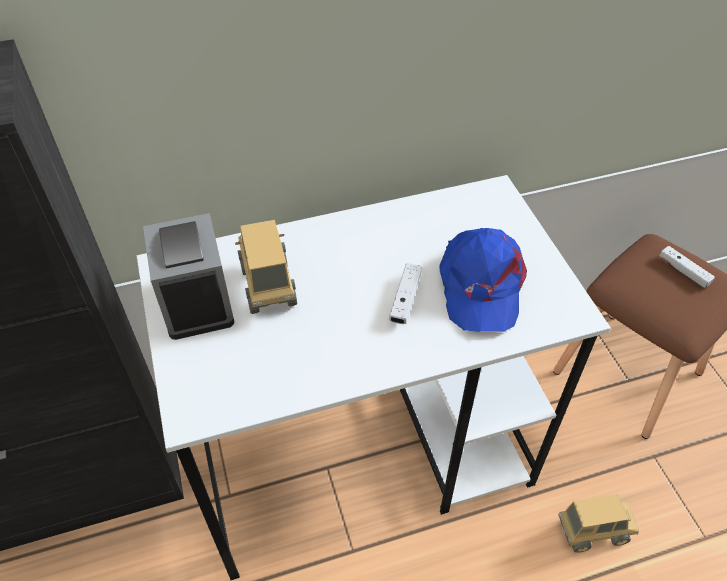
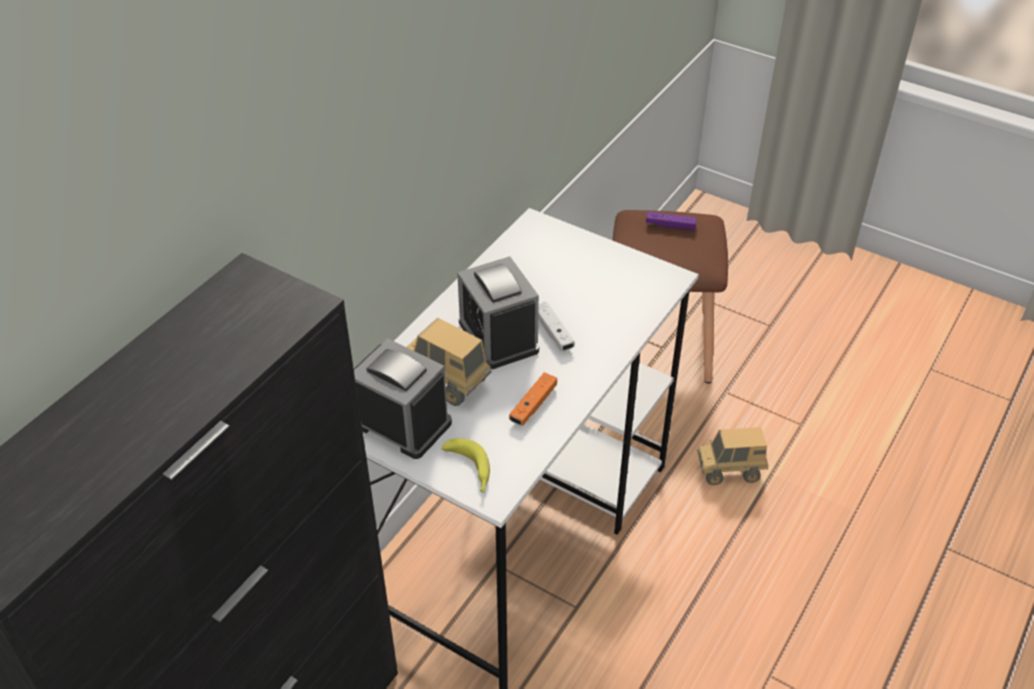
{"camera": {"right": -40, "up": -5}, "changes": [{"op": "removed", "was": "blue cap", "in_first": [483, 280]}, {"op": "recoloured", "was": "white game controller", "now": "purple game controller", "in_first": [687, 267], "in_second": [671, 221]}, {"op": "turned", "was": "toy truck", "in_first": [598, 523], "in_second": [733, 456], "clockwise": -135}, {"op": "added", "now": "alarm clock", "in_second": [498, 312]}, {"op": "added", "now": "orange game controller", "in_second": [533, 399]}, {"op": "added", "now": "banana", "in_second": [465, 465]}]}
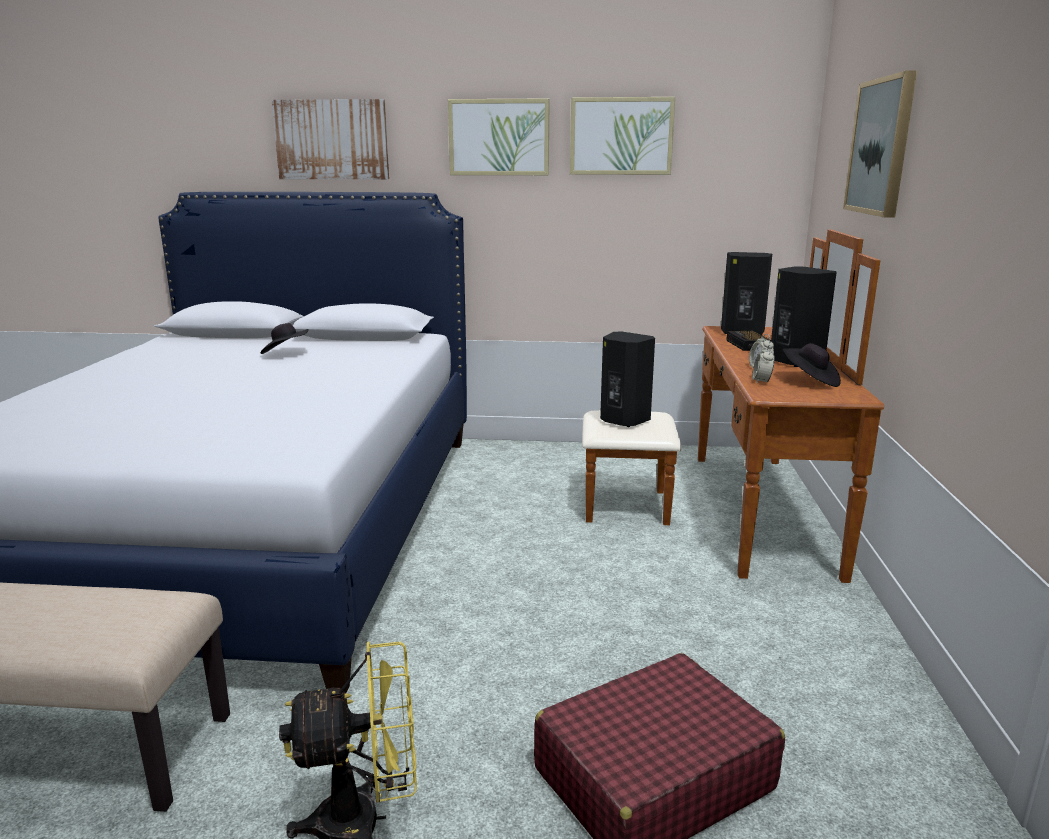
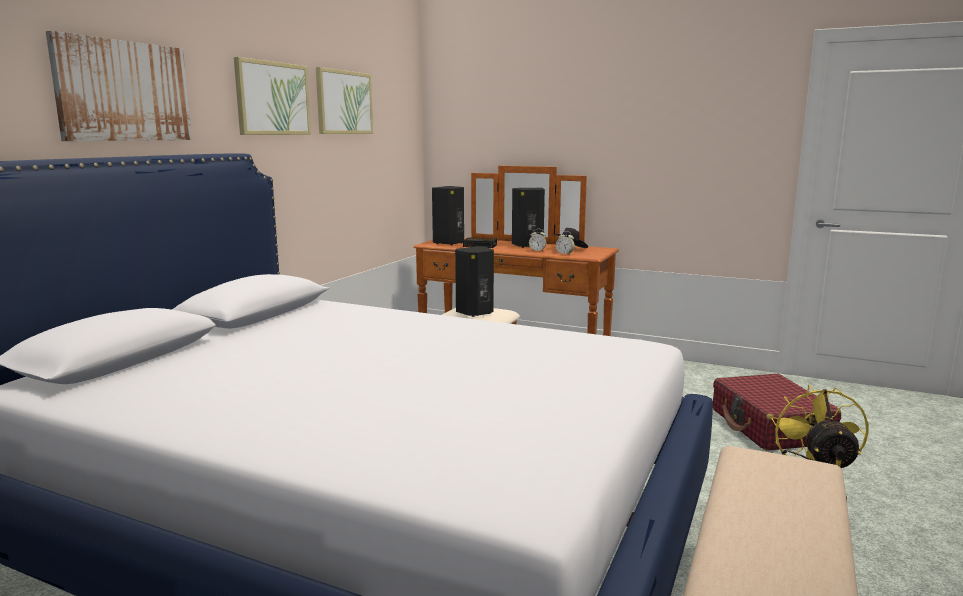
{"camera": {"right": -70, "up": -5}, "changes": [{"op": "removed", "was": "picture", "in_first": [880, 144]}, {"op": "removed", "was": "black hat", "in_first": [285, 338]}]}
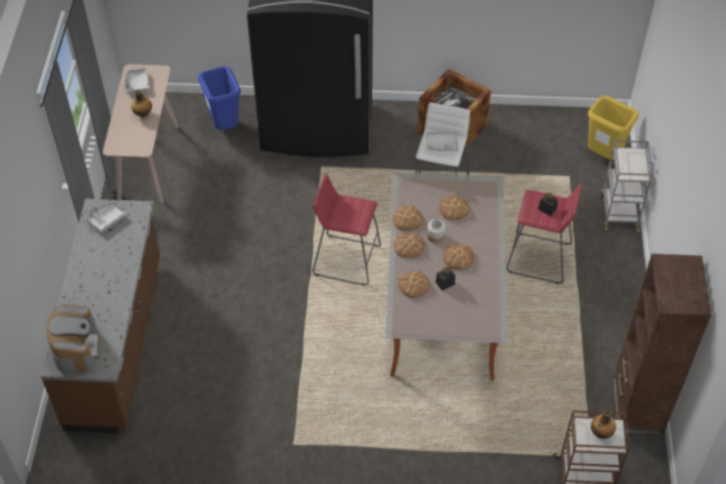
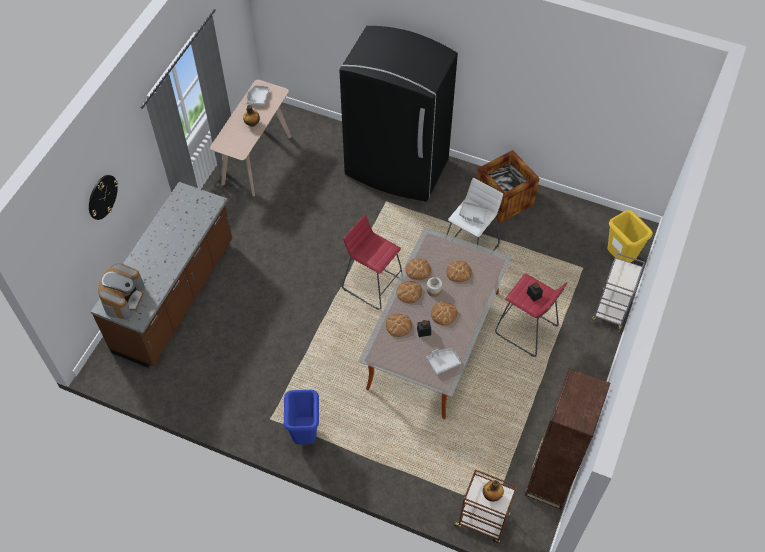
{"camera": {"right": 20, "up": 5}, "changes": [{"op": "moved", "was": "blue trash can", "in_first": [219, 98], "in_second": [301, 417]}, {"op": "moved", "was": "grey tray", "in_first": [106, 217], "in_second": [444, 362]}, {"op": "added", "now": "wall clock", "in_second": [103, 197]}]}
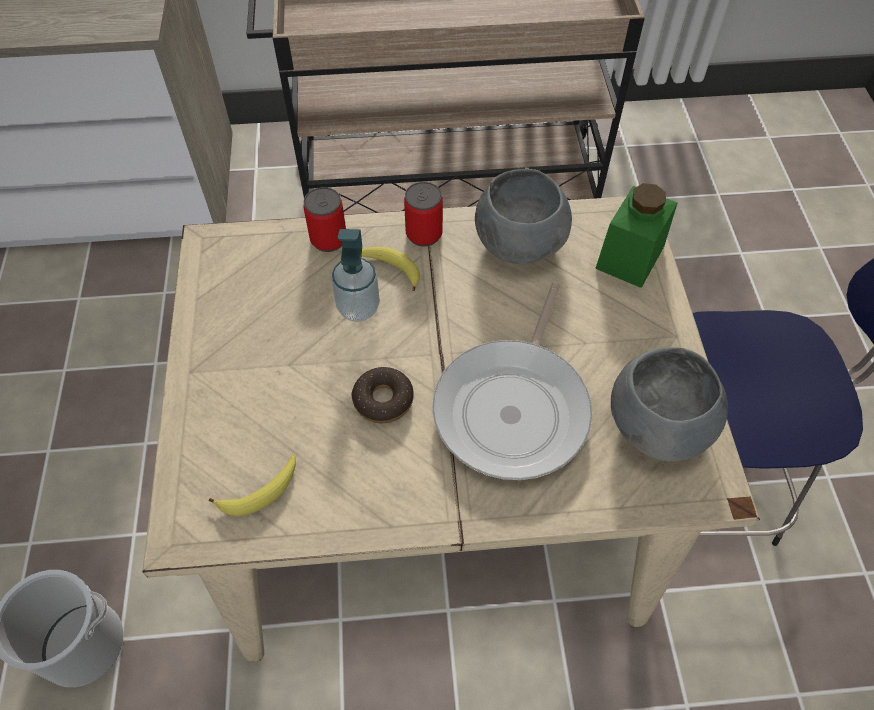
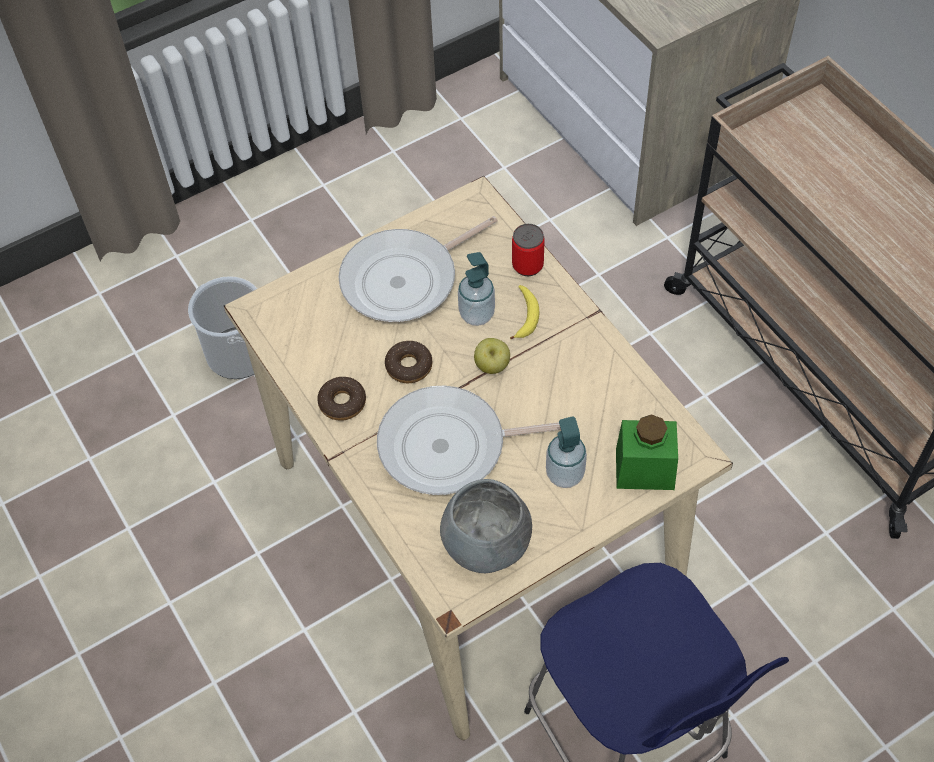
{"camera": {"right": 65, "up": 0}, "changes": [{"op": "removed", "was": "grey bowl", "in_first": [523, 216]}, {"op": "removed", "was": "can", "in_first": [423, 214]}, {"op": "removed", "was": "banana", "in_first": [252, 485]}, {"op": "added", "now": "frying pan", "in_second": [418, 269]}, {"op": "added", "now": "apple", "in_second": [492, 356]}, {"op": "added", "now": "donut", "in_second": [341, 399]}, {"op": "added", "now": "soap dispenser", "in_second": [566, 452]}]}
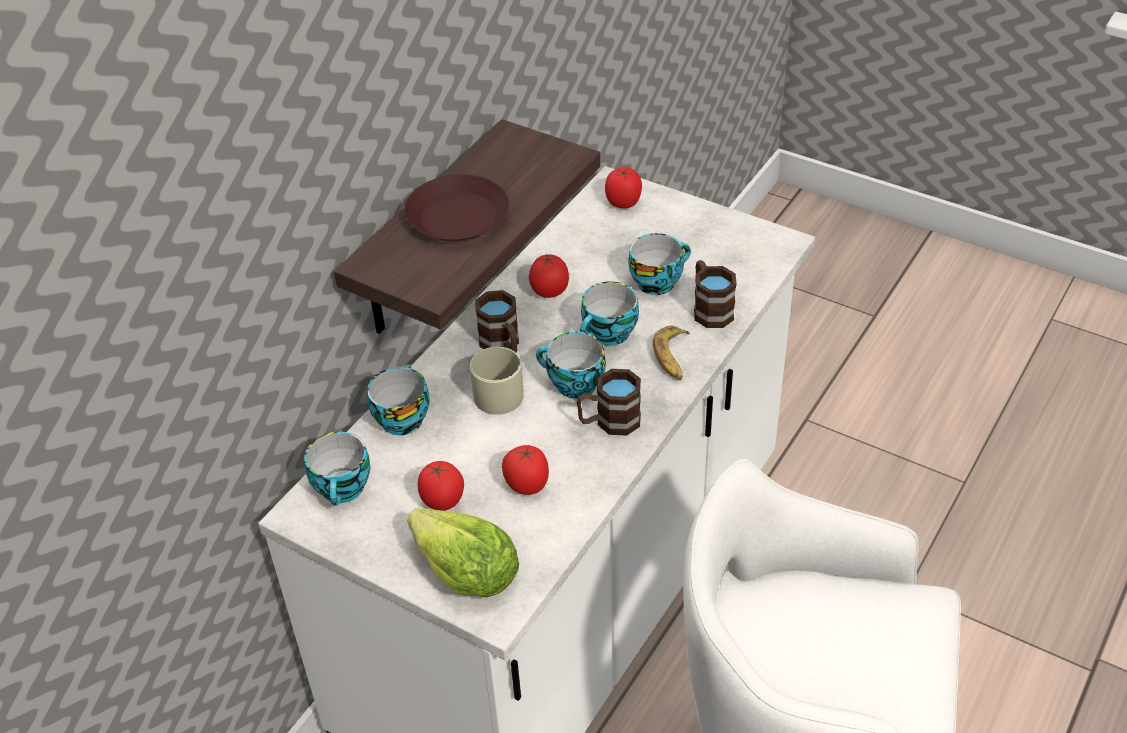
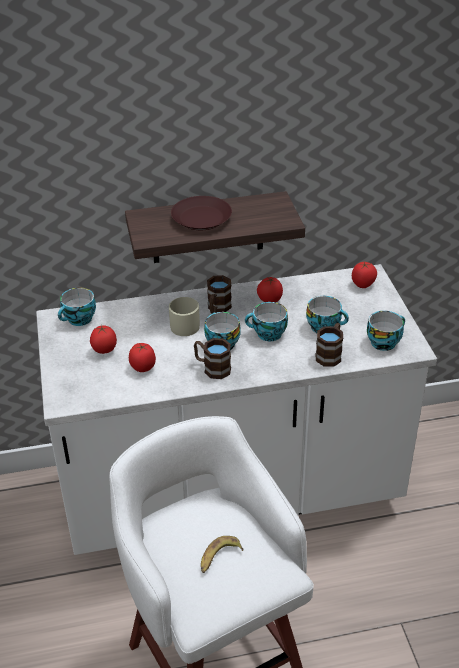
{"camera": {"right": 45, "up": -5}, "changes": [{"op": "moved", "was": "banana", "in_first": [671, 352], "in_second": [222, 554]}, {"op": "moved", "was": "cup", "in_first": [398, 400], "in_second": [386, 331]}, {"op": "removed", "was": "lettuce", "in_first": [463, 552]}]}
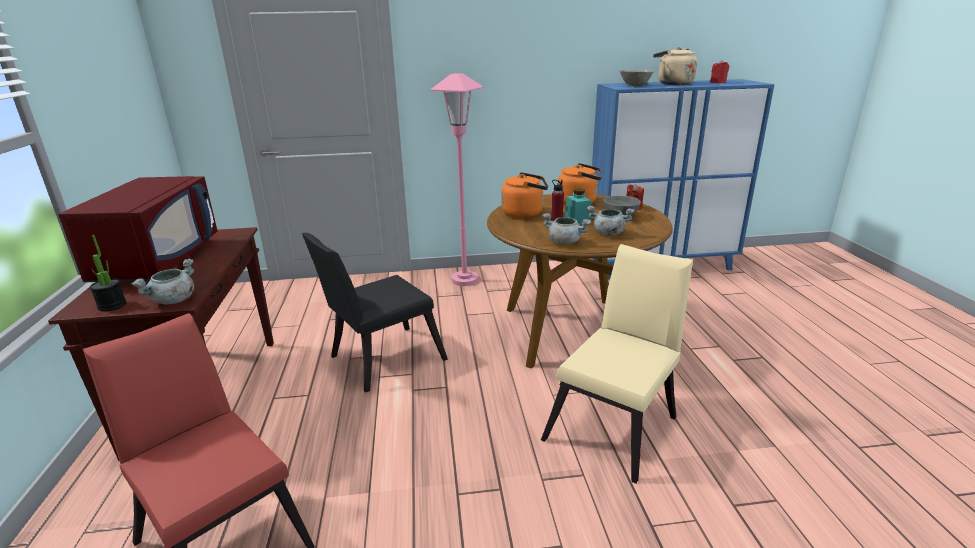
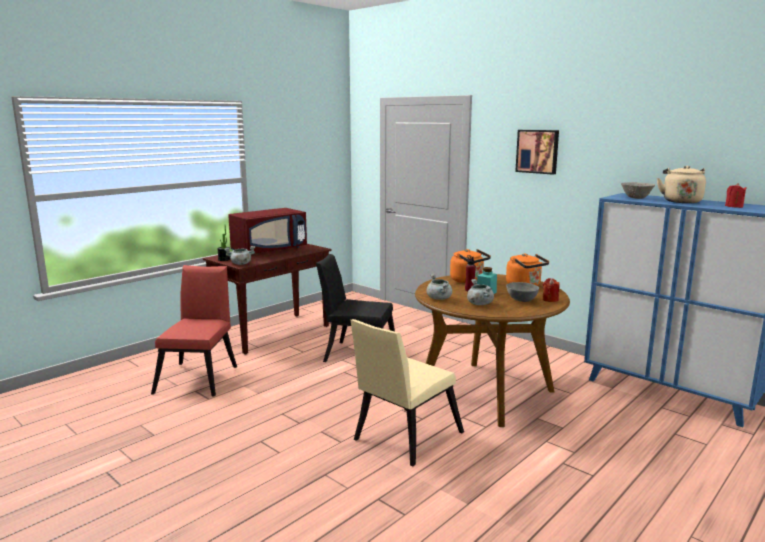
{"camera": {"right": 50, "up": -10}, "changes": [{"op": "removed", "was": "pink floor lamp", "in_first": [457, 179]}, {"op": "turned", "was": "beige chair", "in_first": [617, 364], "in_second": [407, 392], "clockwise": 135}, {"op": "added", "now": "picture", "in_second": [537, 152]}]}
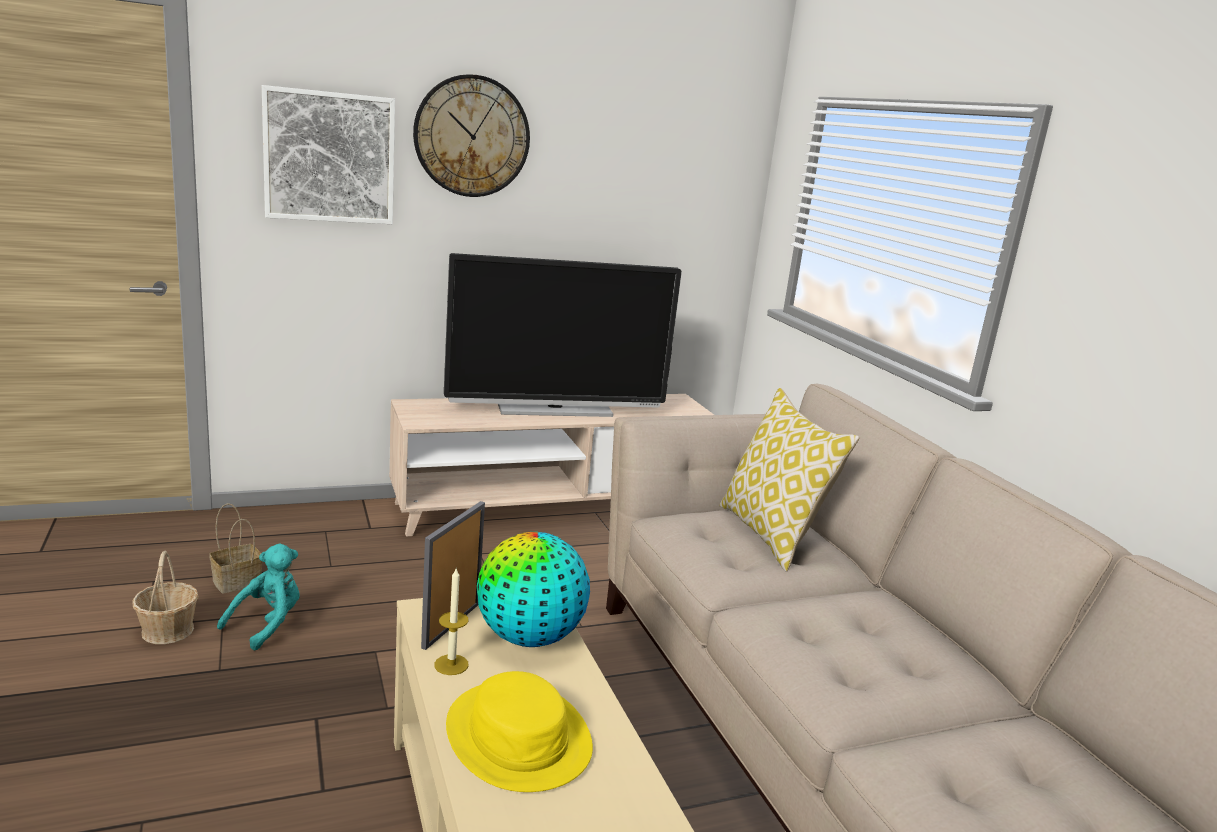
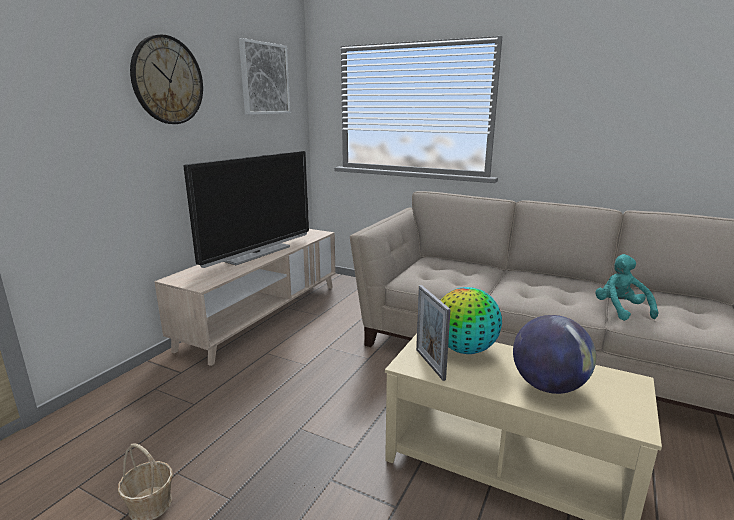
{"camera": {"right": -40, "up": 0}, "changes": [{"op": "moved", "was": "picture", "in_first": [328, 154], "in_second": [264, 76]}, {"op": "removed", "was": "pillow", "in_first": [789, 480]}, {"op": "removed", "was": "basket", "in_first": [236, 548]}, {"op": "moved", "was": "turquoise plush toy", "in_first": [258, 597], "in_second": [626, 287]}, {"op": "removed", "was": "candle", "in_first": [451, 621]}, {"op": "replaced", "was": "yellow hat", "now": "globe", "in_first": [519, 731], "in_second": [554, 354]}]}
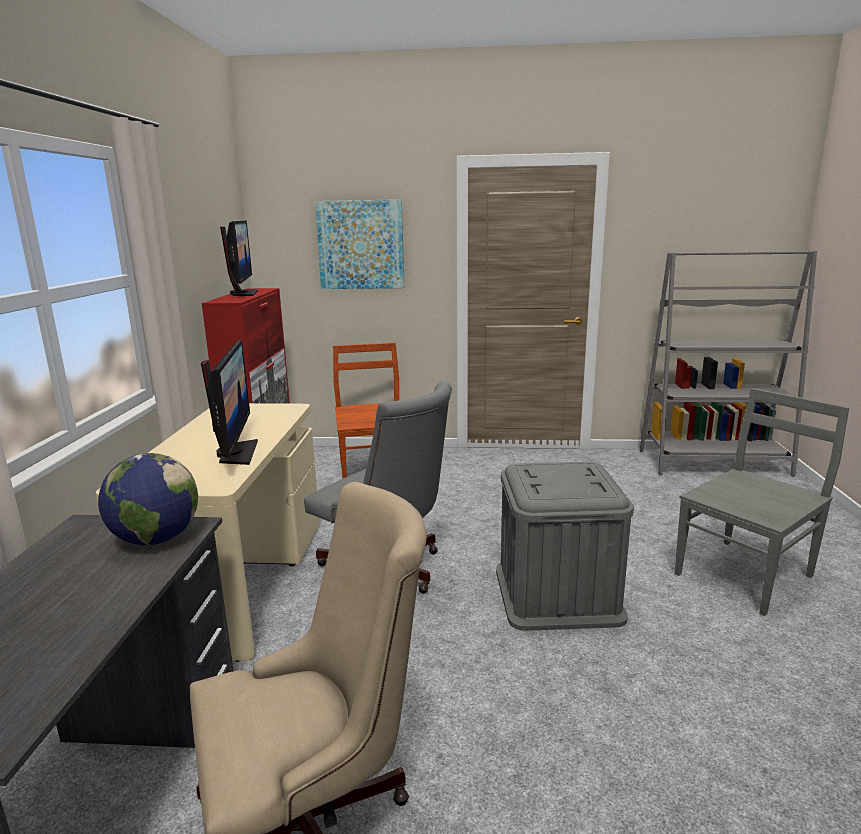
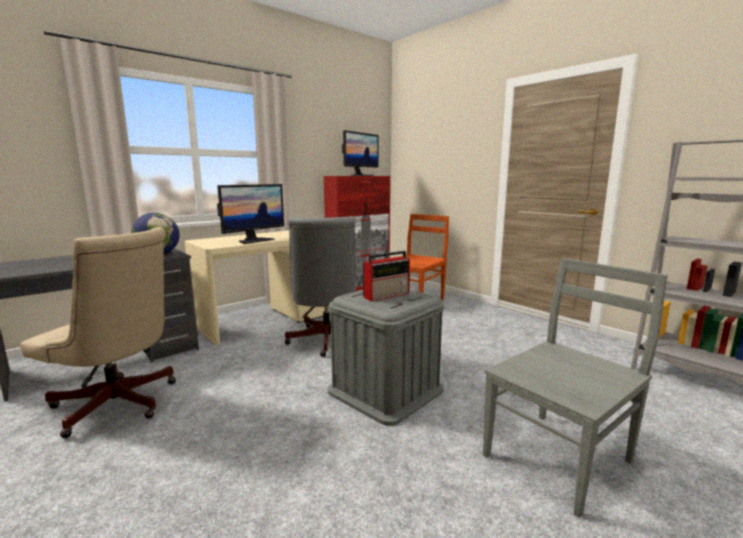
{"camera": {"right": 45, "up": -5}, "changes": [{"op": "removed", "was": "picture", "in_first": [359, 244]}, {"op": "turned", "was": "grey chair", "in_first": [762, 502], "in_second": [575, 388], "clockwise": -45}, {"op": "added", "now": "radio", "in_second": [386, 276]}]}
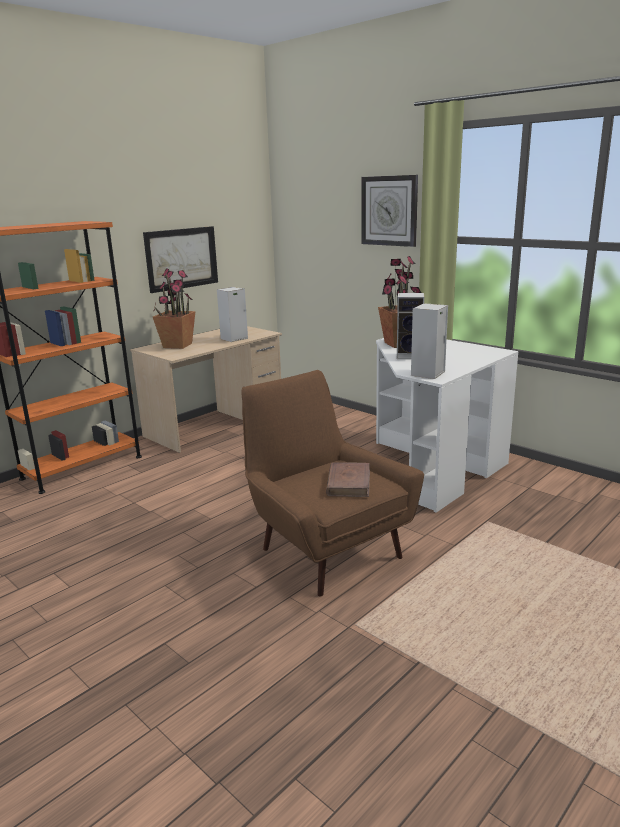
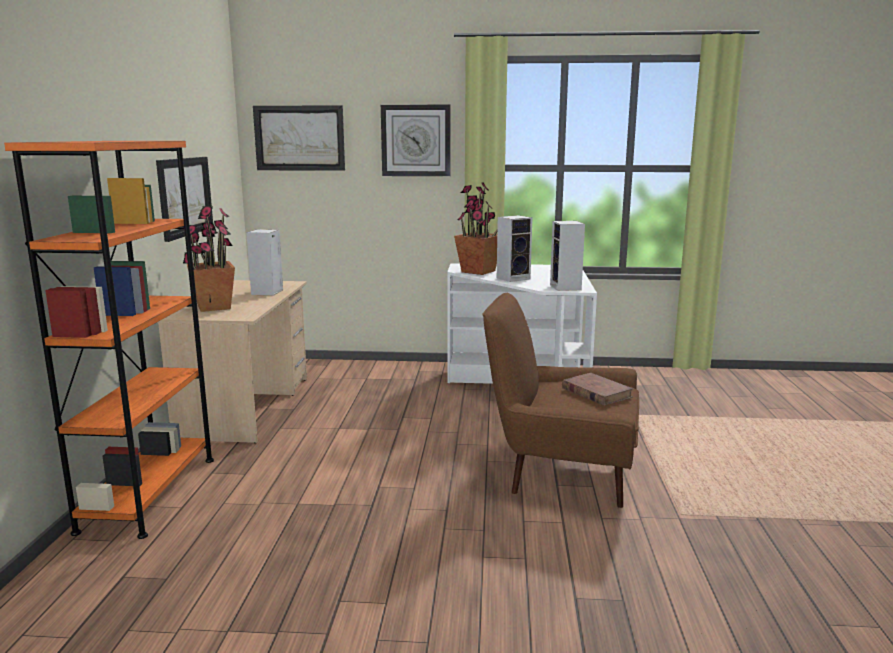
{"camera": {"right": -40, "up": -5}, "changes": [{"op": "added", "now": "picture", "in_second": [299, 138]}]}
